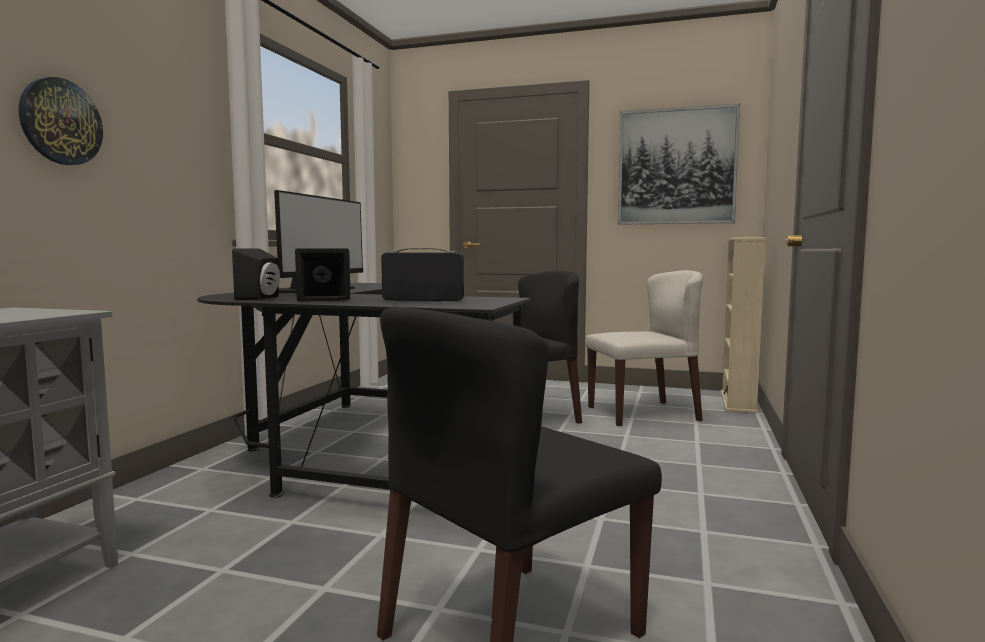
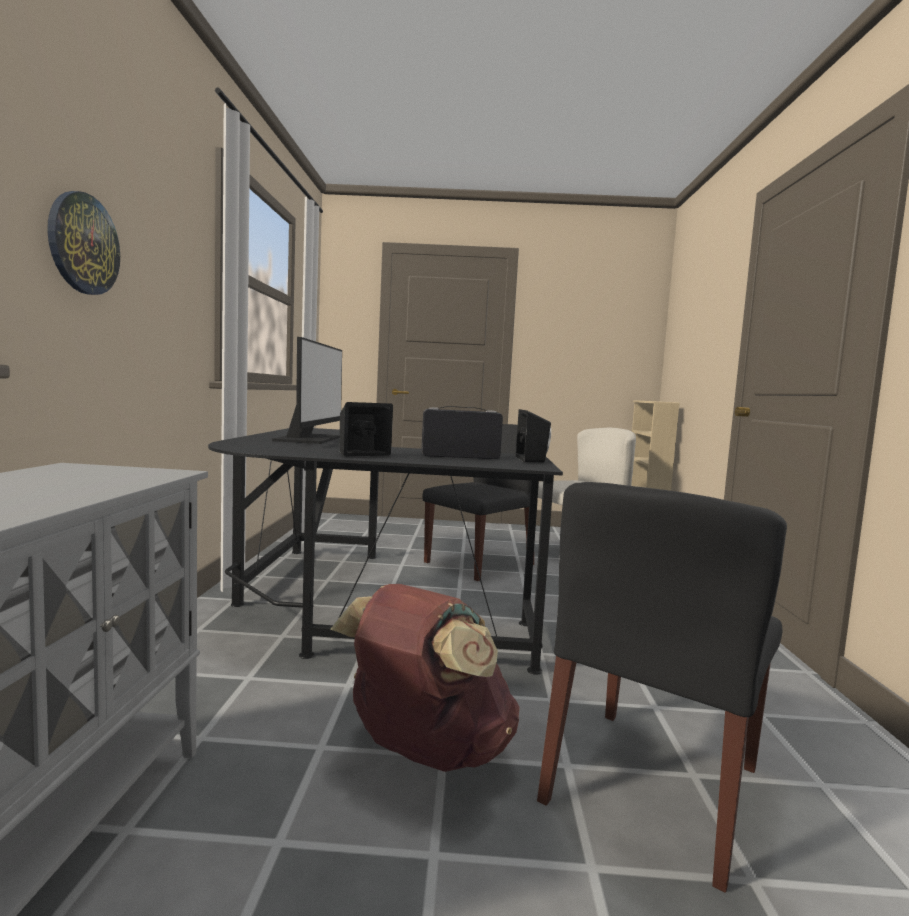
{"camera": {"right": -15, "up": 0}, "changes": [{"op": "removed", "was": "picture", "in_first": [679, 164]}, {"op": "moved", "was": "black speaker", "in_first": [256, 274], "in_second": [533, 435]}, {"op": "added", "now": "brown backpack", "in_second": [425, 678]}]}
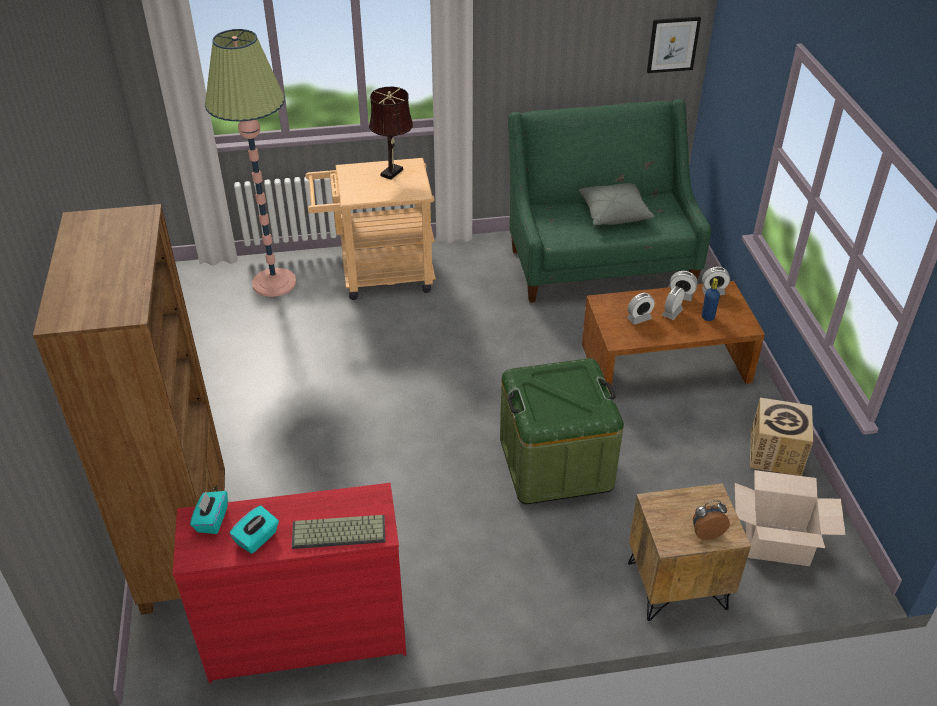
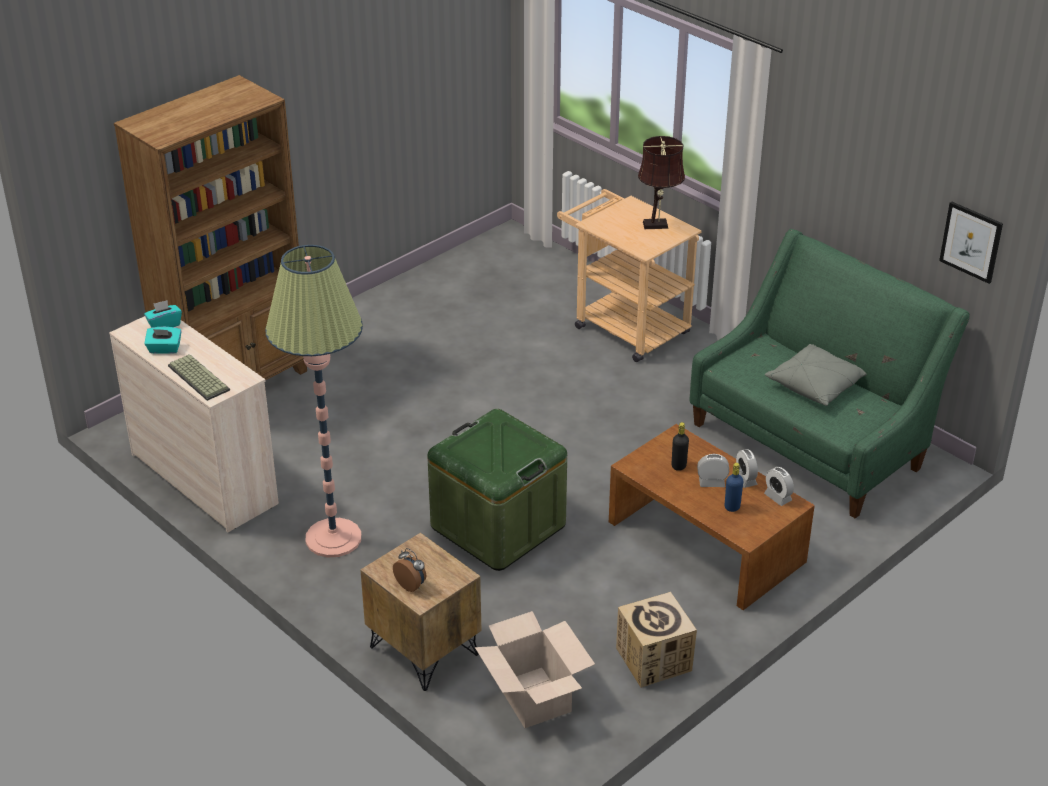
{"camera": {"right": 55, "up": -5}, "changes": [{"op": "moved", "was": "floor lamp", "in_first": [250, 163], "in_second": [314, 401]}, {"op": "replaced", "was": "alarm clock", "now": "black bottle", "in_first": [641, 309], "in_second": [680, 446]}, {"op": "recoloured", "was": "red dresser", "now": "beige dresser", "in_first": [289, 583], "in_second": [194, 424]}]}
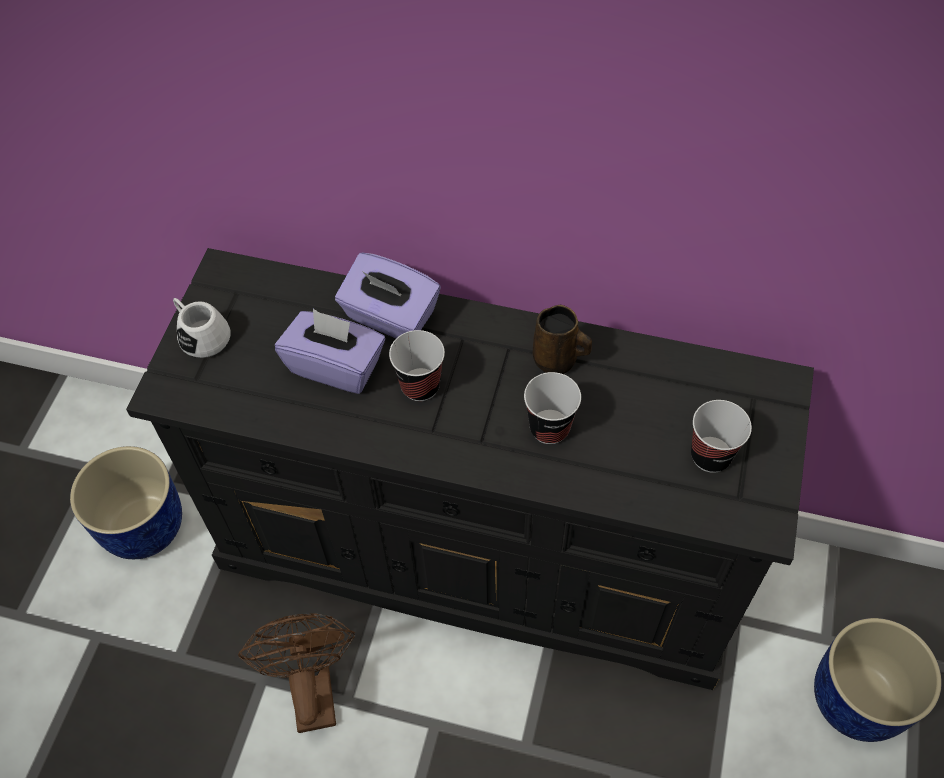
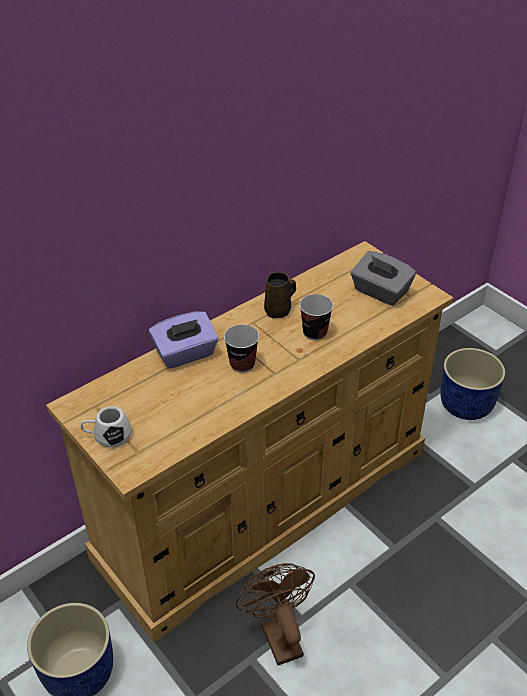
{"camera": {"right": -55, "up": -15}, "changes": [{"op": "recoloured", "was": "black dresser", "now": "beige dresser", "in_first": [470, 469], "in_second": [249, 441]}, {"op": "removed", "was": "purple tissue box", "in_first": [330, 351]}, {"op": "replaced", "was": "cup", "now": "grey tissue box", "in_first": [721, 436], "in_second": [383, 278]}, {"op": "turned", "was": "brown fan", "in_first": [297, 673], "in_second": [275, 614], "clockwise": 45}]}
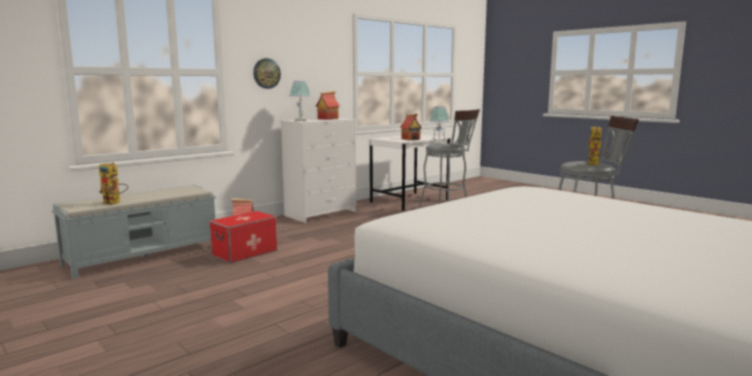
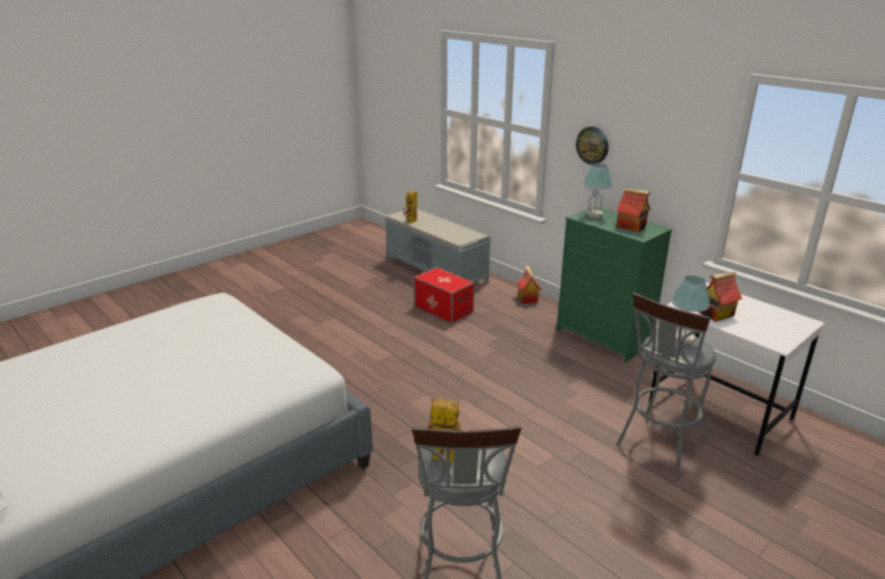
{"camera": {"right": 90, "up": 15}, "changes": [{"op": "recoloured", "was": "white dresser", "now": "green dresser", "in_first": [318, 170], "in_second": [614, 284]}]}
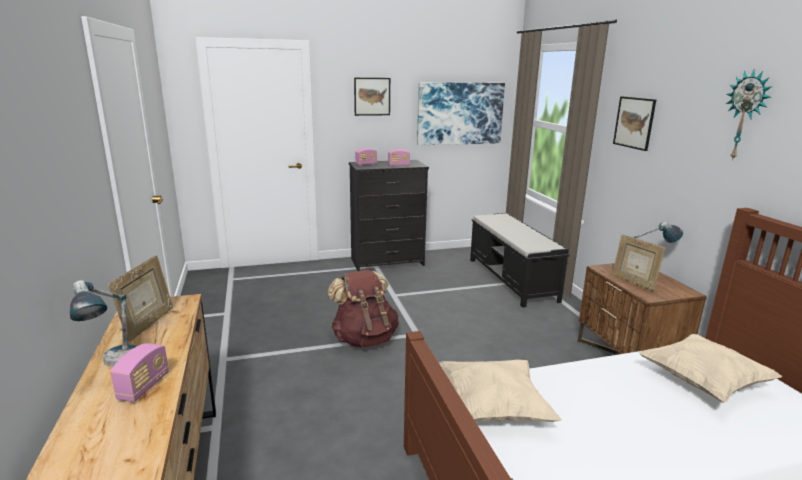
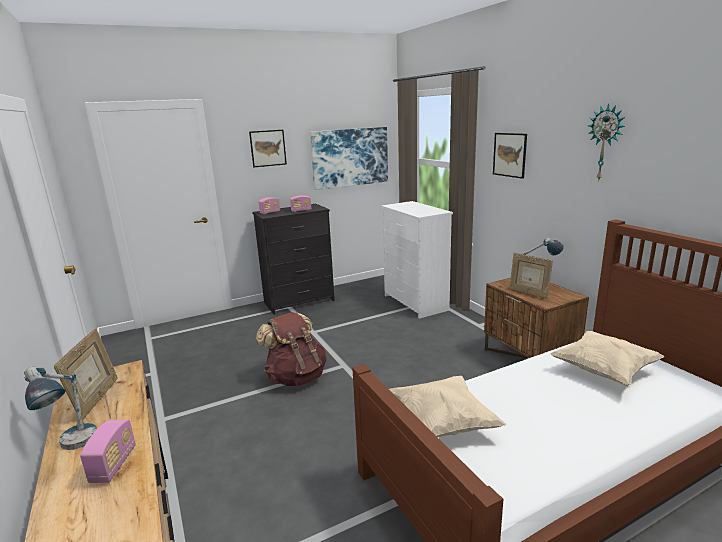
{"camera": {"right": -10, "up": 0}, "changes": [{"op": "replaced", "was": "black bench", "now": "white dresser", "in_first": [520, 260], "in_second": [417, 260]}]}
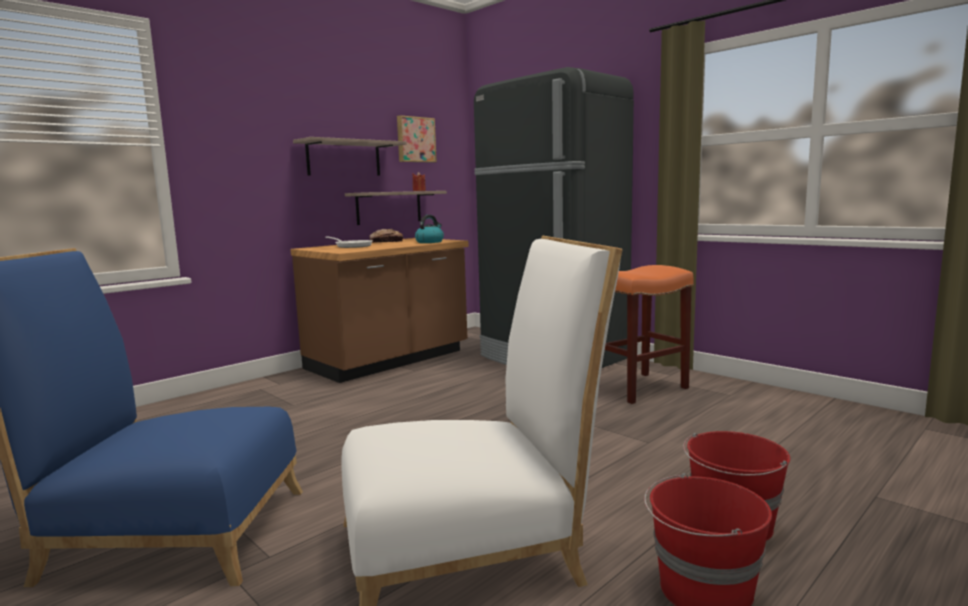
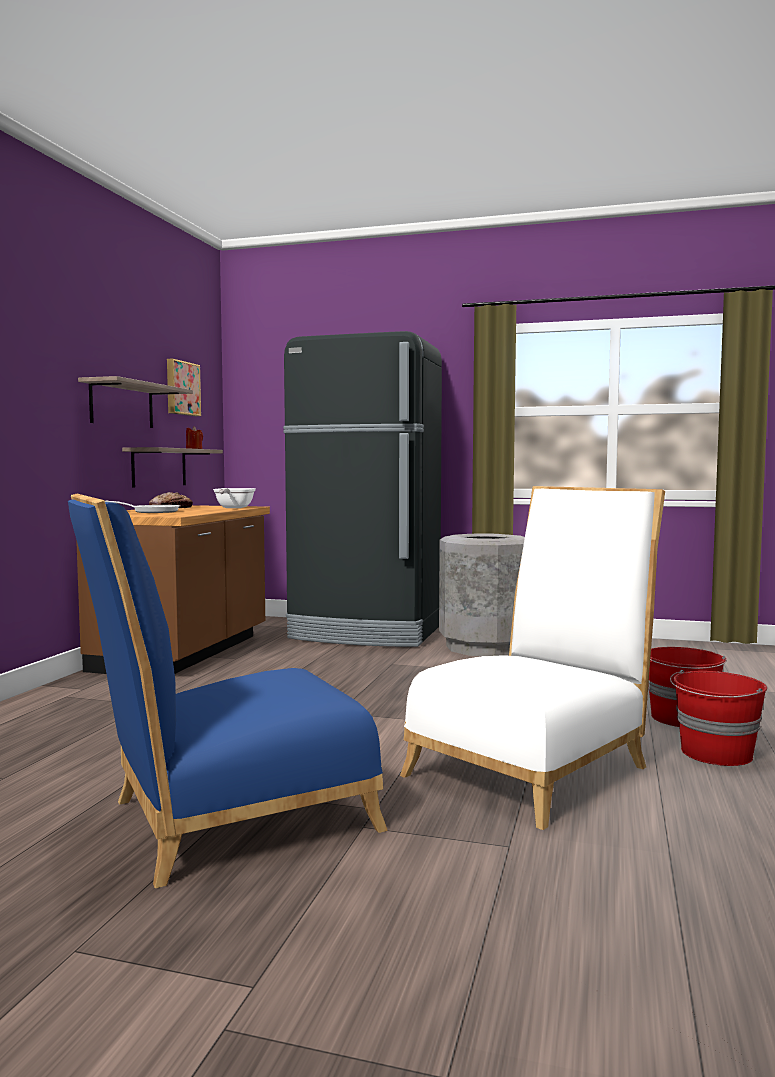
{"camera": {"right": -30, "up": -5}, "changes": [{"op": "replaced", "was": "kettle", "now": "frying pan", "in_first": [429, 229], "in_second": [234, 498]}, {"op": "replaced", "was": "orange stool", "now": "grey trash can", "in_first": [649, 334], "in_second": [482, 594]}]}
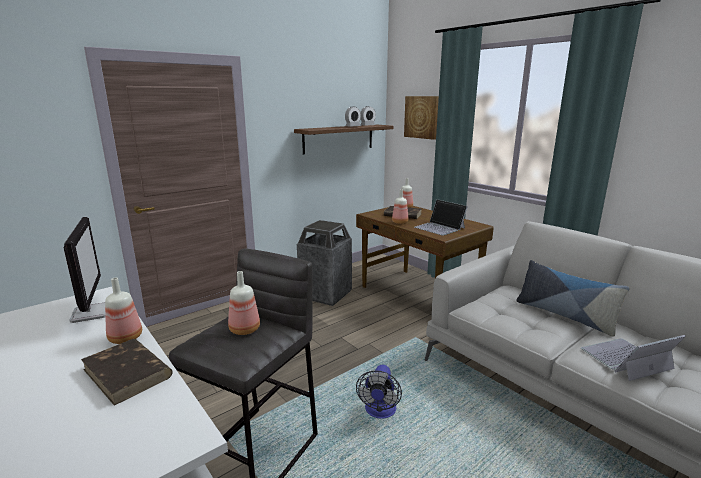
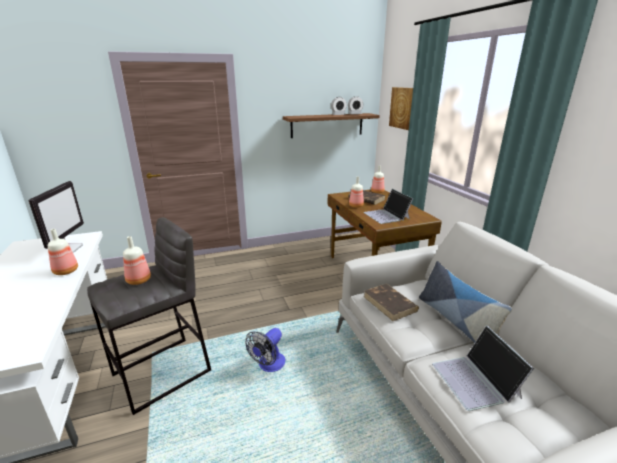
{"camera": {"right": 20, "up": 5}, "changes": [{"op": "removed", "was": "trash can", "in_first": [324, 263]}, {"op": "turned", "was": "laptop", "in_first": [633, 358], "in_second": [483, 368], "clockwise": -105}, {"op": "moved", "was": "brown book", "in_first": [126, 372], "in_second": [391, 302]}]}
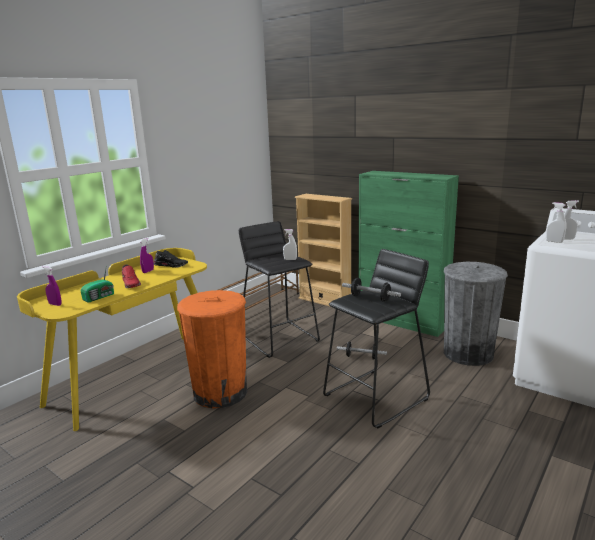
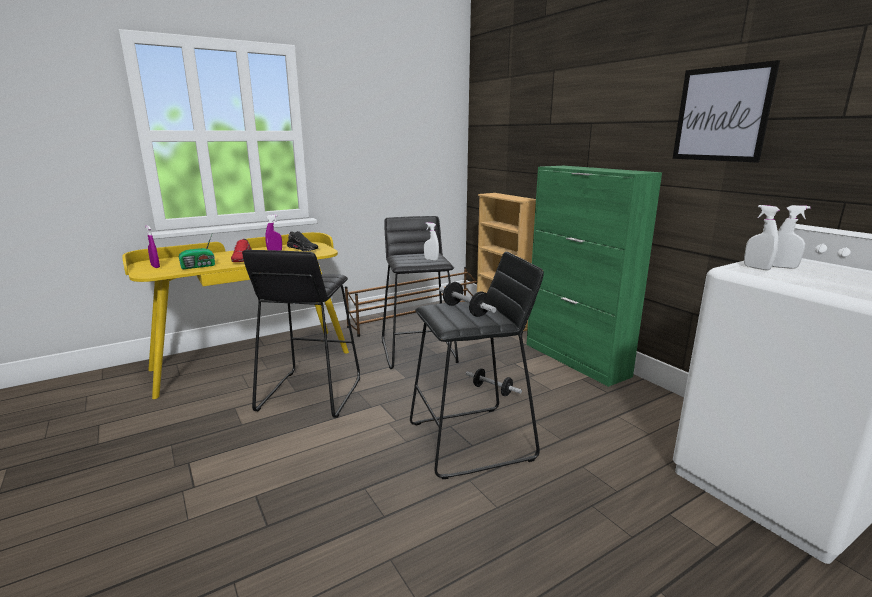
{"camera": {"right": 20, "up": 0}, "changes": [{"op": "removed", "was": "grey trash can", "in_first": [476, 314]}, {"op": "replaced", "was": "orange trash can", "now": "black stool", "in_first": [212, 349], "in_second": [301, 334]}, {"op": "added", "now": "picture", "in_second": [726, 111]}]}
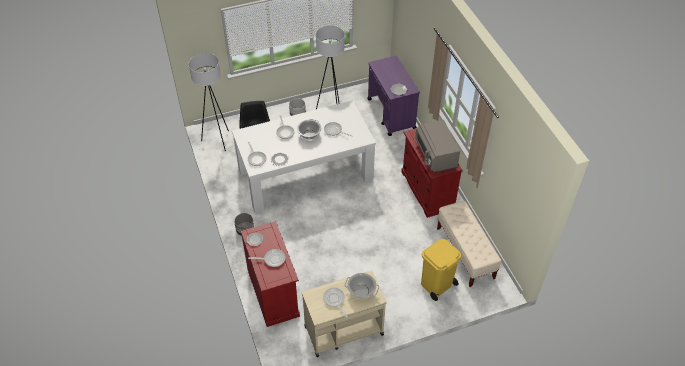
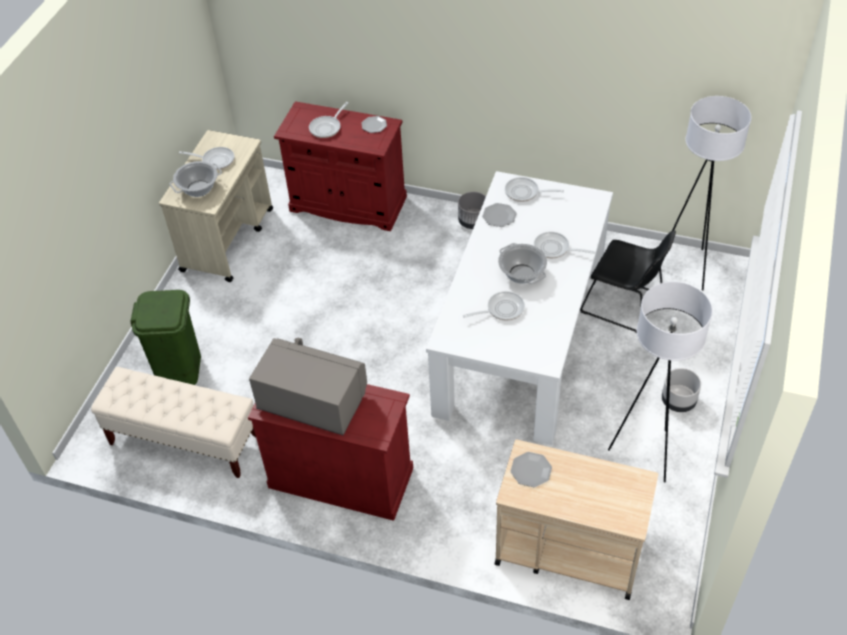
{"camera": {"right": 130, "up": 0}, "changes": [{"op": "recoloured", "was": "purple cart", "now": "beige cart", "in_first": [393, 96], "in_second": [576, 519]}, {"op": "recoloured", "was": "yellow trash can", "now": "green trash can", "in_first": [441, 270], "in_second": [165, 337]}]}
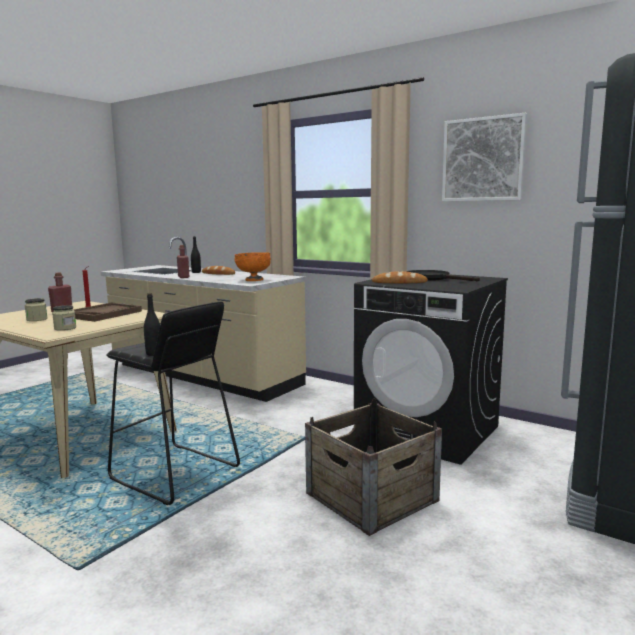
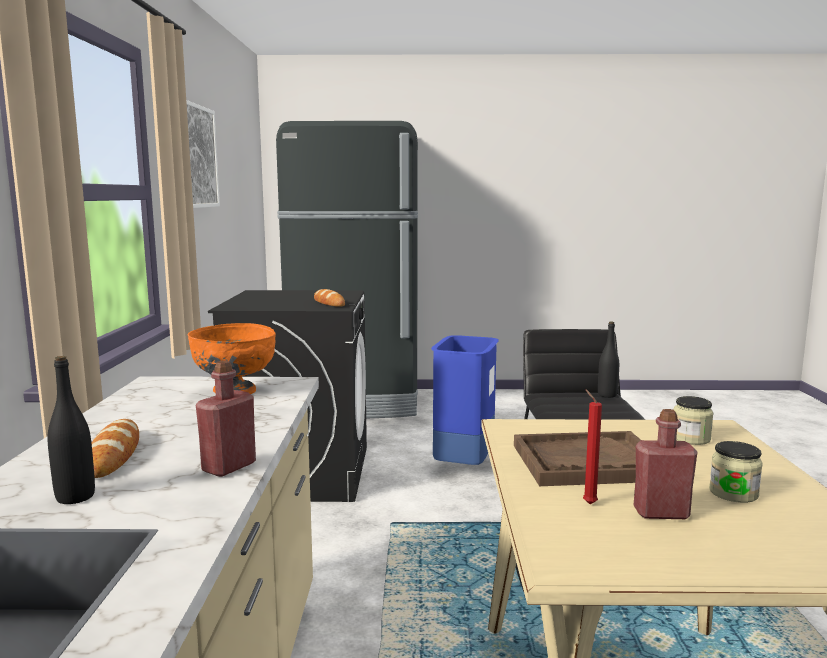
{"camera": {"right": -125, "up": 0}, "changes": [{"op": "removed", "was": "black frying pan", "in_first": [443, 275]}, {"op": "replaced", "was": "crate", "now": "blue trash can", "in_first": [373, 467], "in_second": [465, 400]}]}
